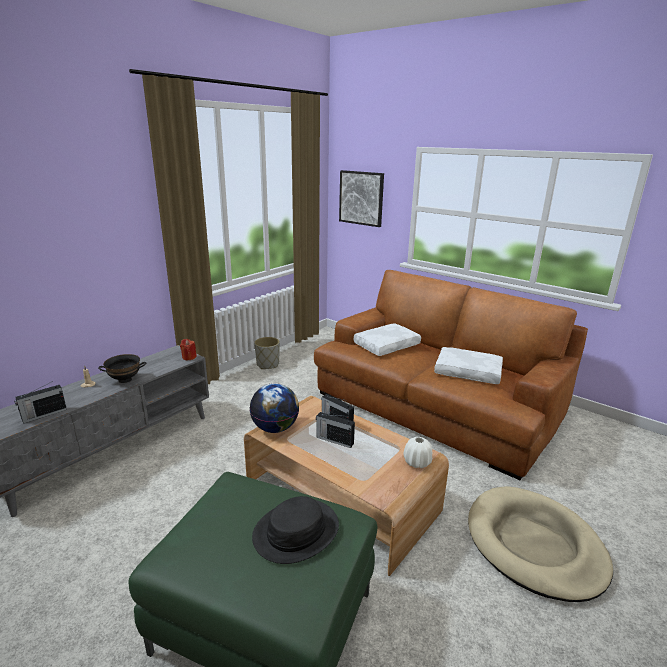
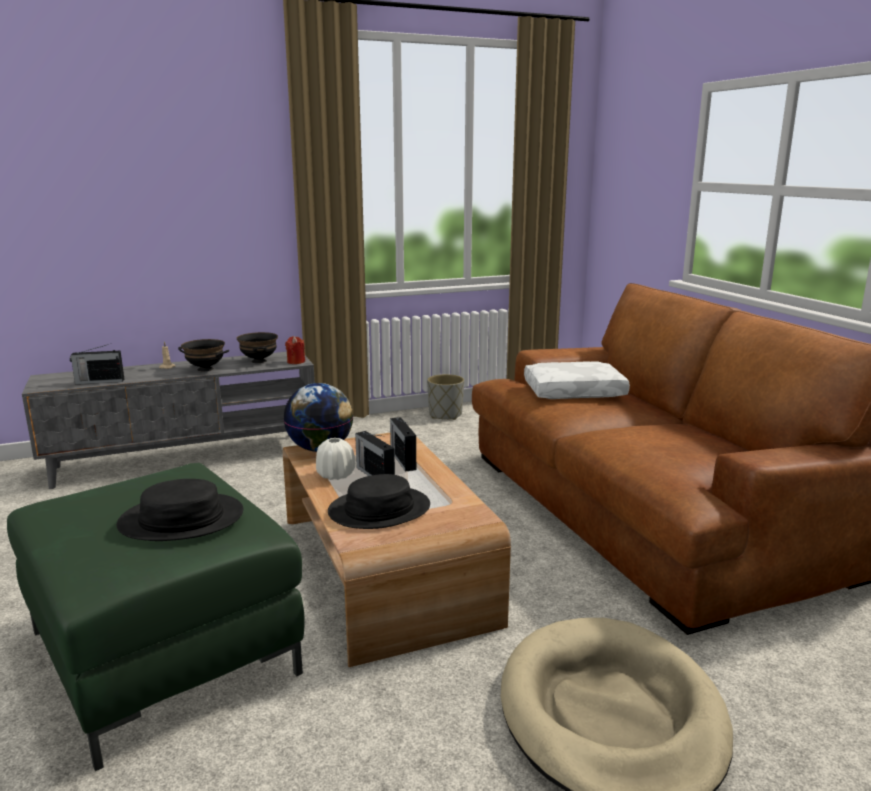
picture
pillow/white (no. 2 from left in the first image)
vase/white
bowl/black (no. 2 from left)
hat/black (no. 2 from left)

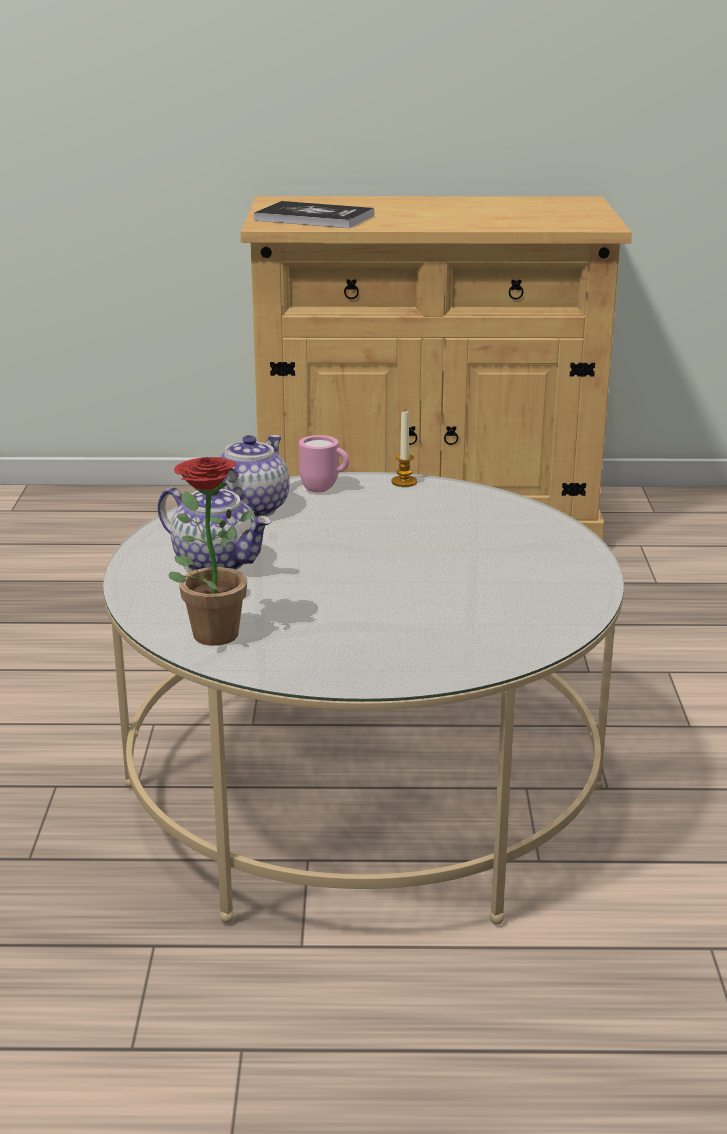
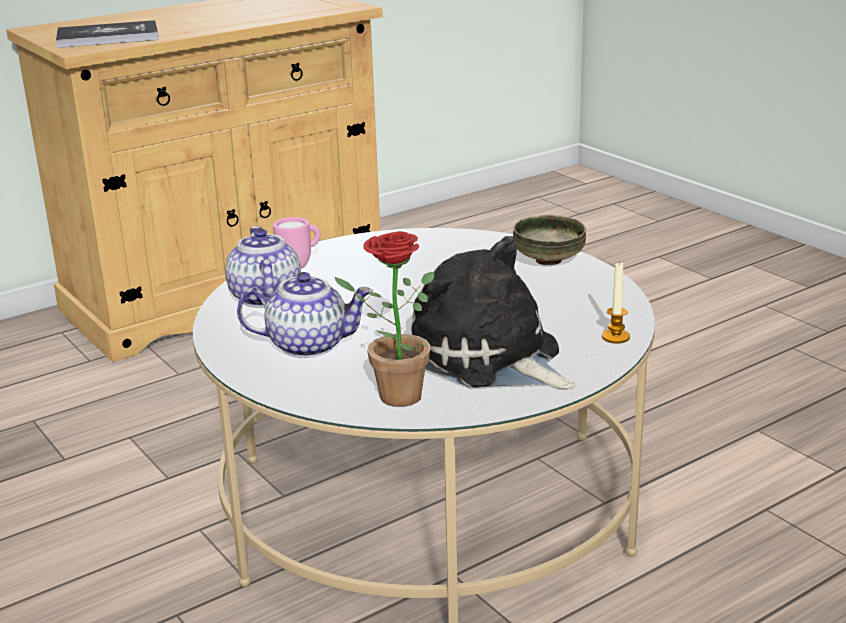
candle
bowl
plush toy

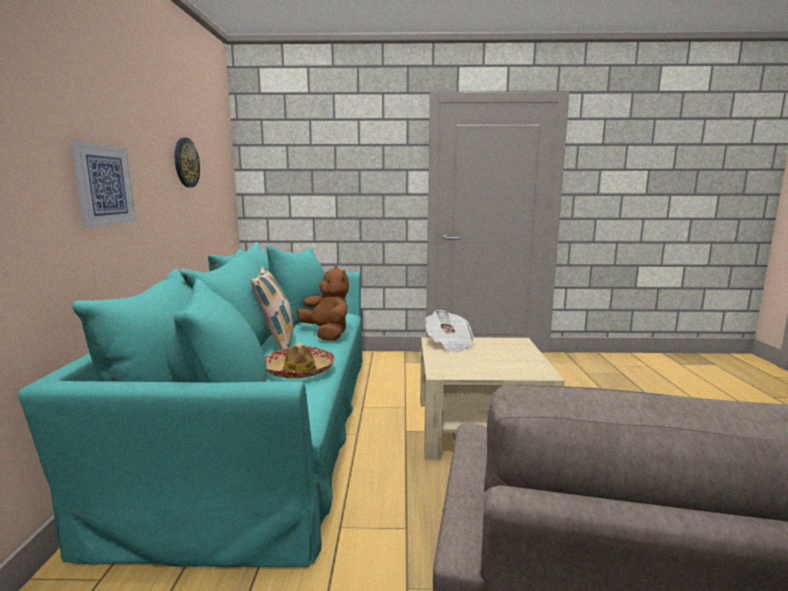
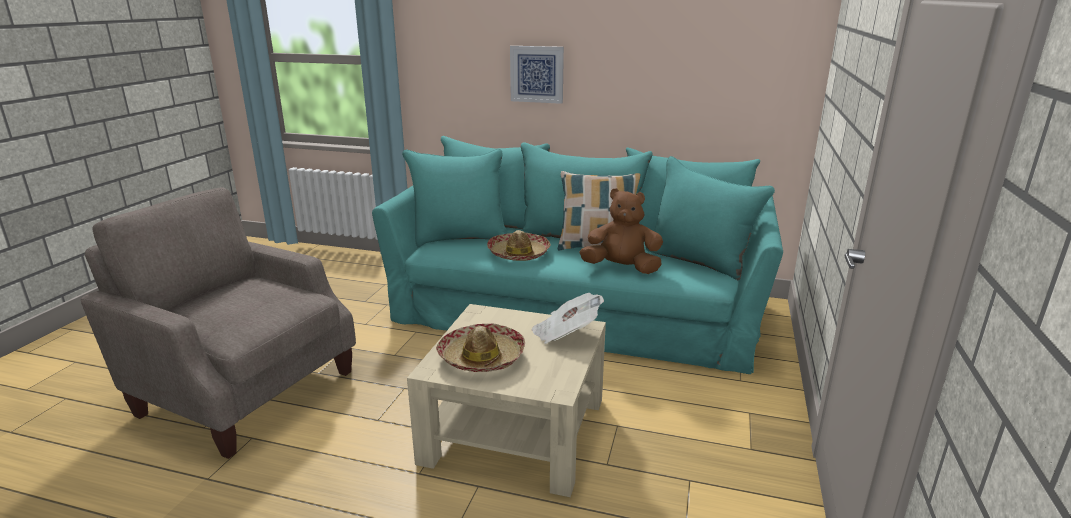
wall clock
plush toy/brown
hat (no. 1 from left)

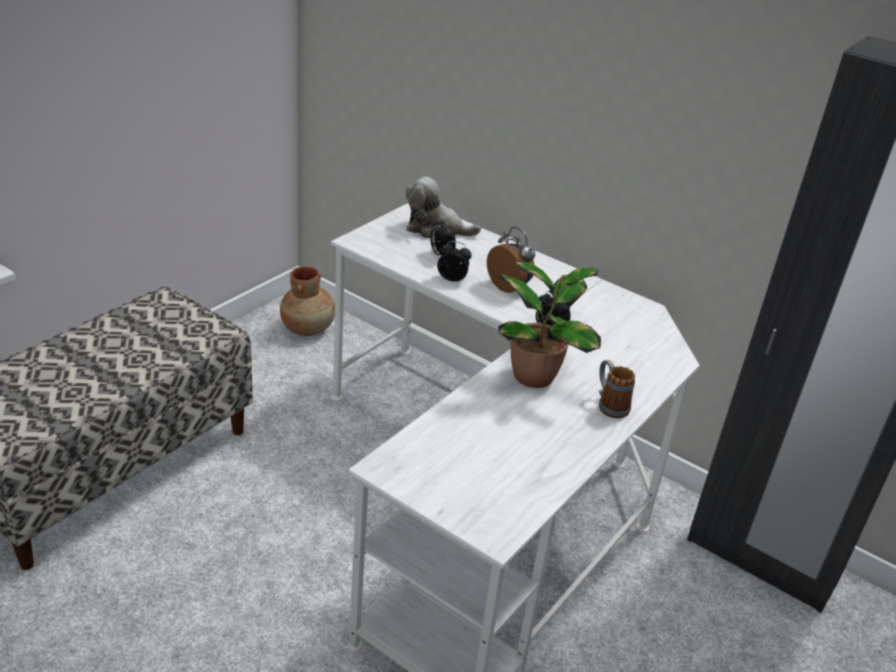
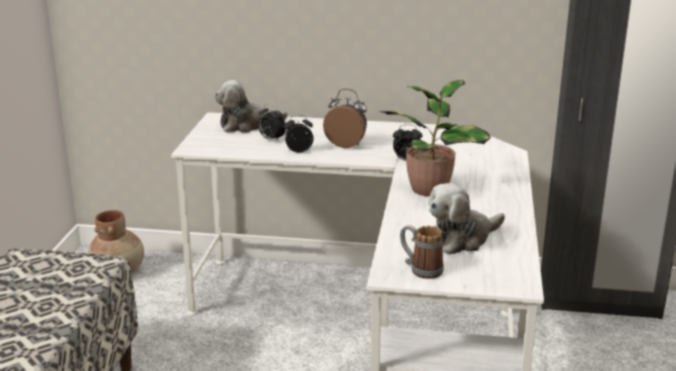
mug
plush toy (no. 2 from left)

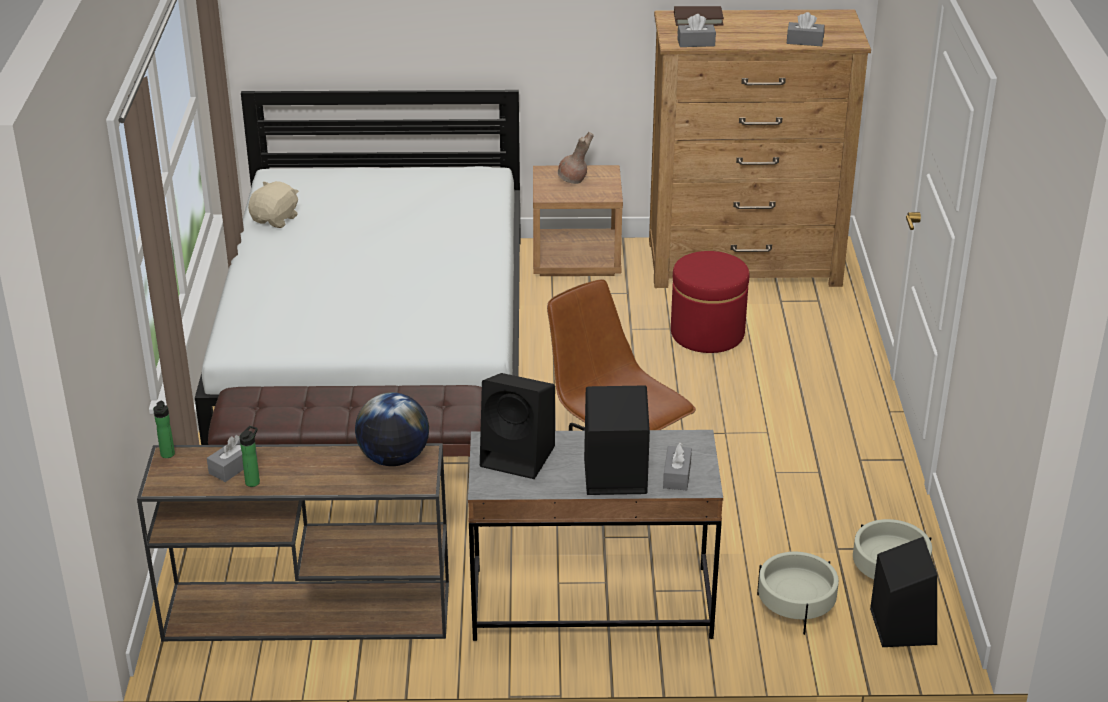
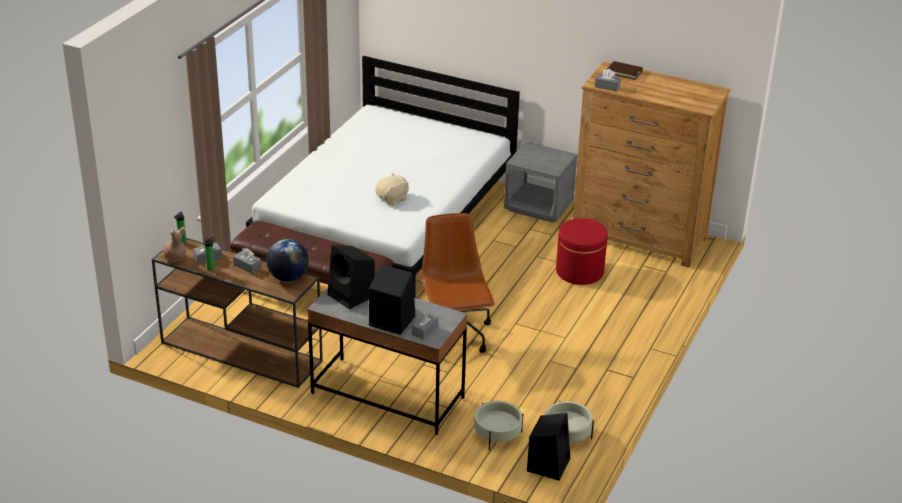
tissue box/grey (no. 2 from left)
vase/brown
nightstand/grey
plush toy/beige

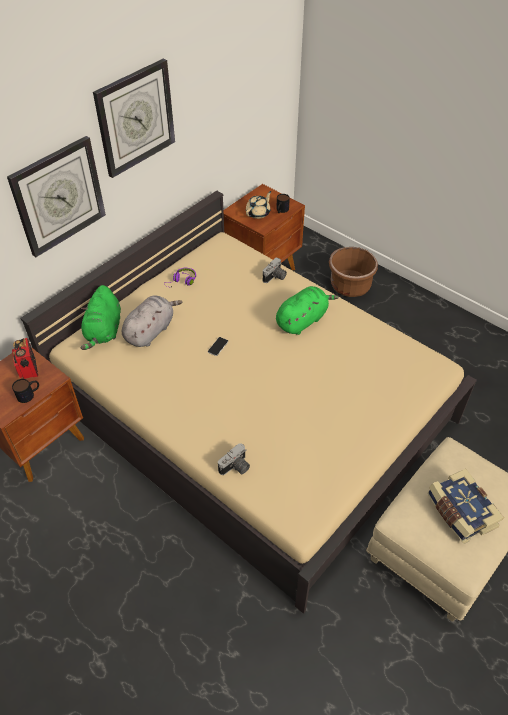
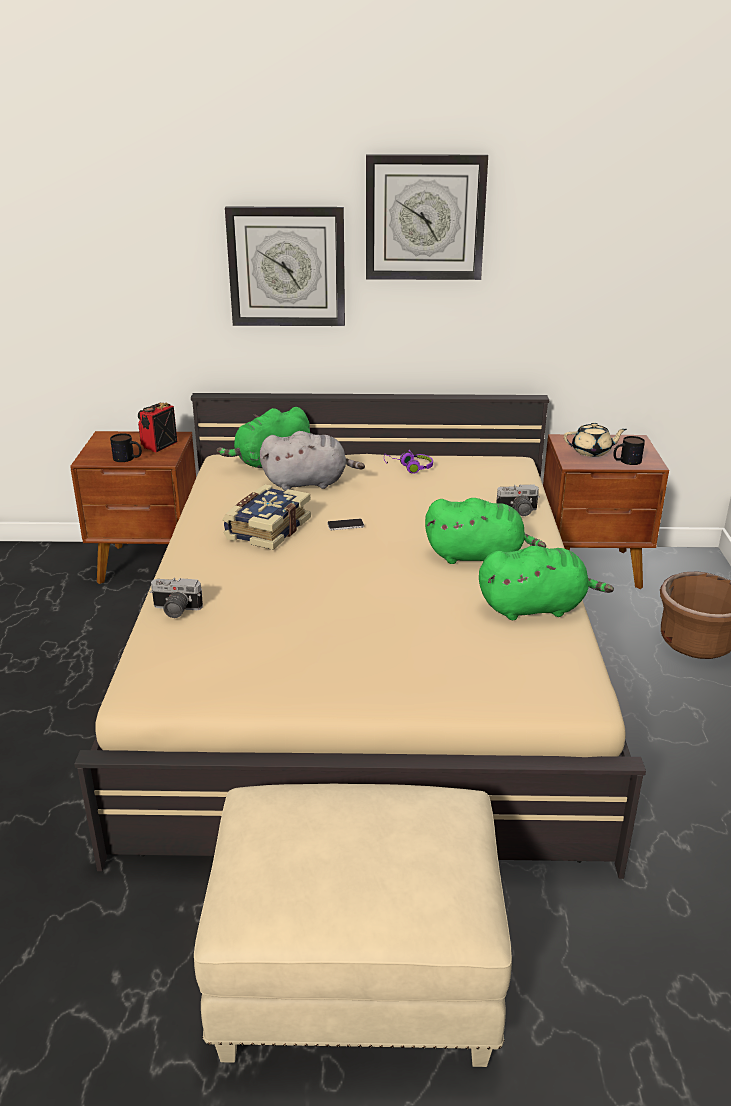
book
plush toy/green (no. 3 from left)

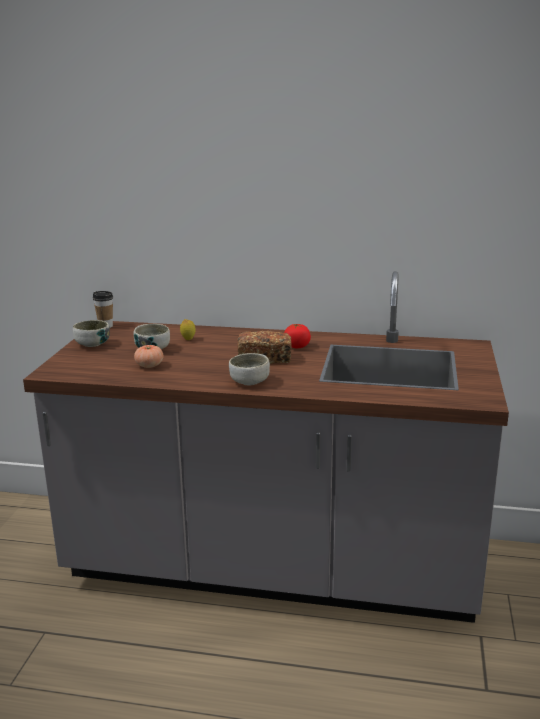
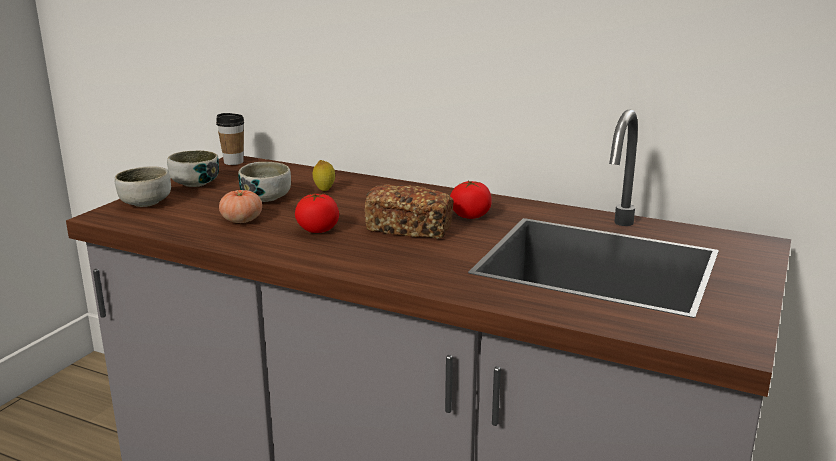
bowl (no. 1 from left)
tomato (no. 2 from left)

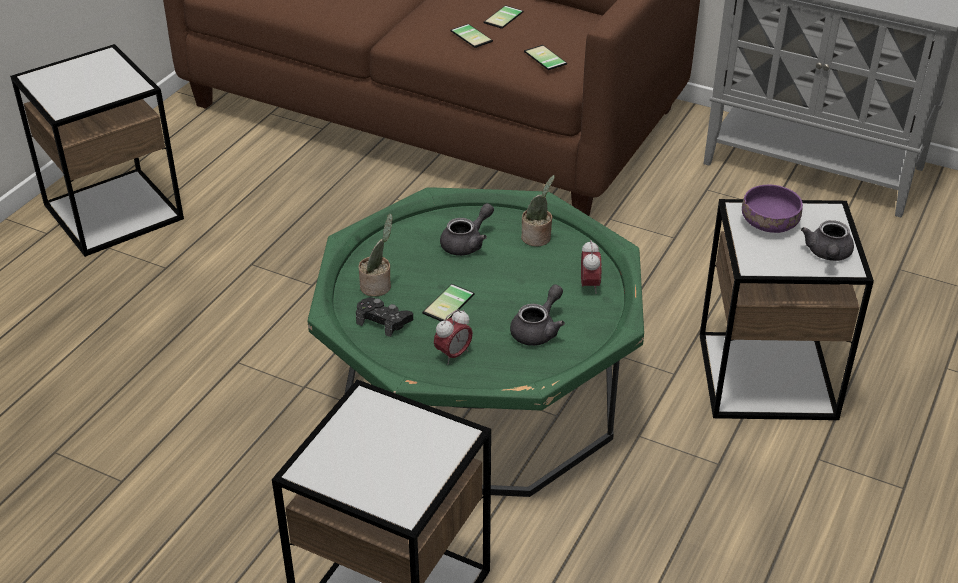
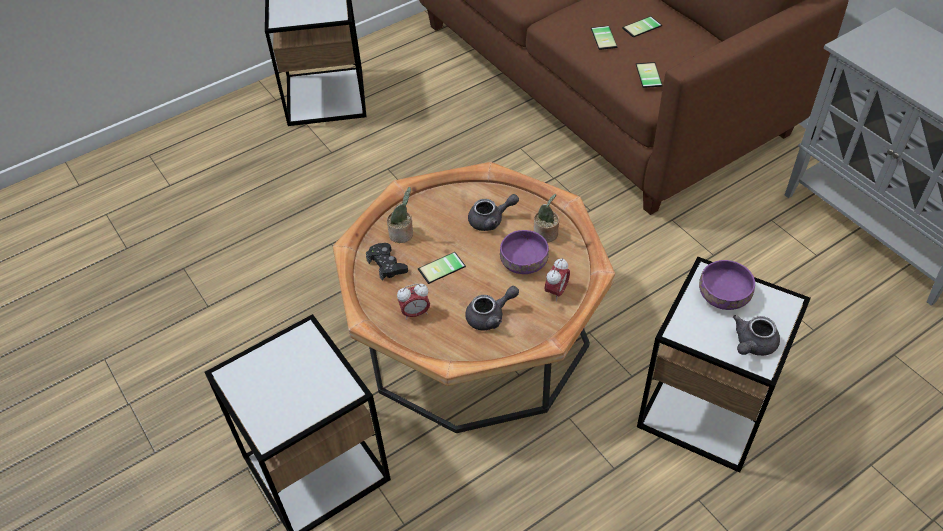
coffee table/brown
bowl/purple (no. 1 from left)

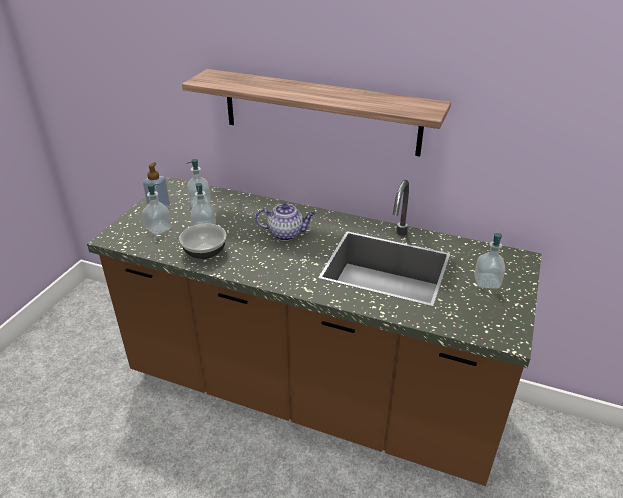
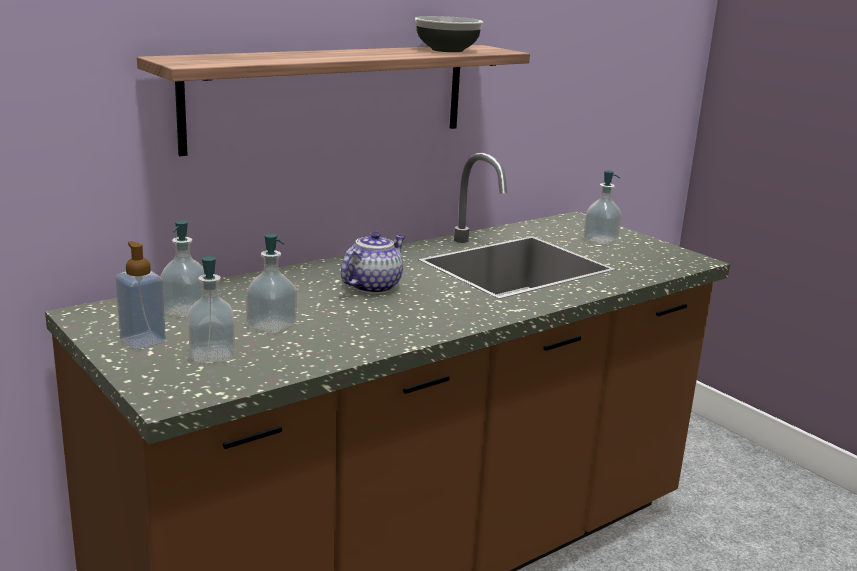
bowl

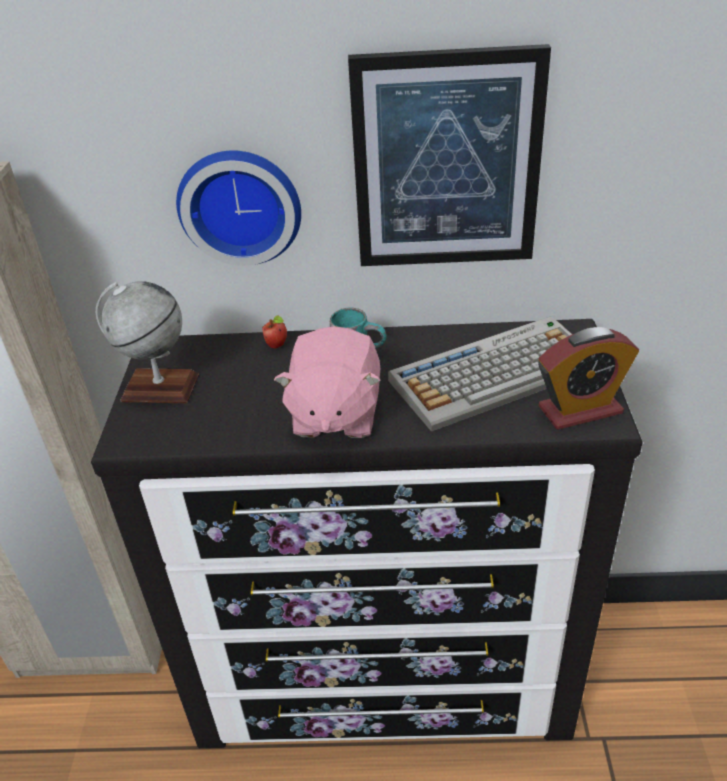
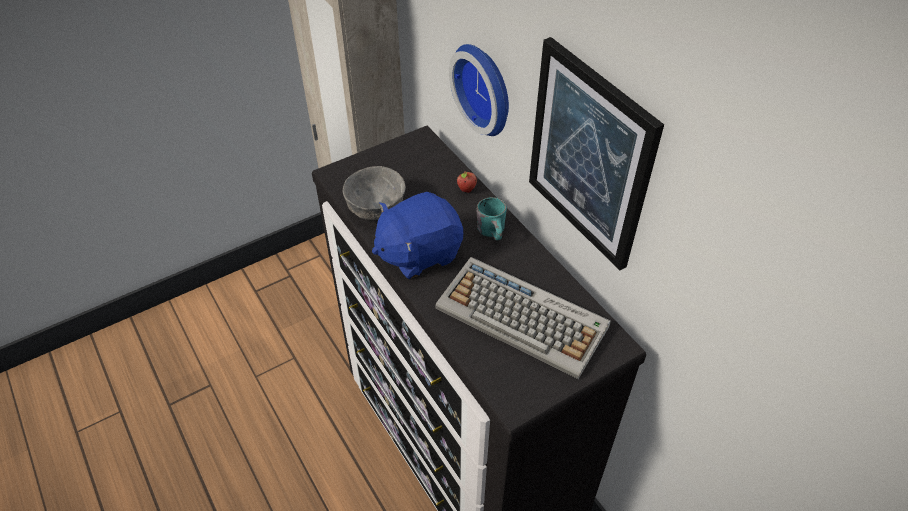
globe
plush toy/blue
alarm clock
bowl/grey

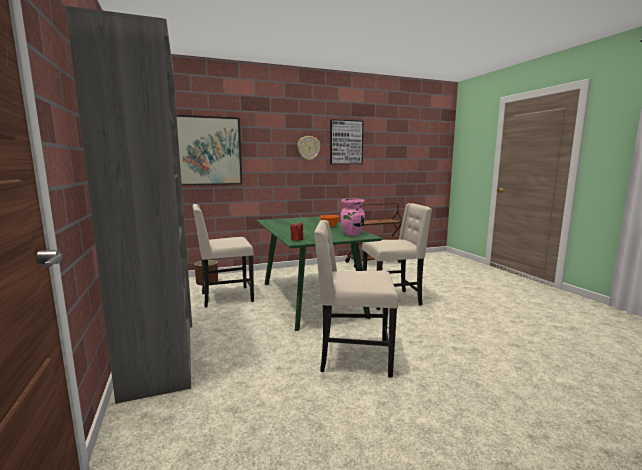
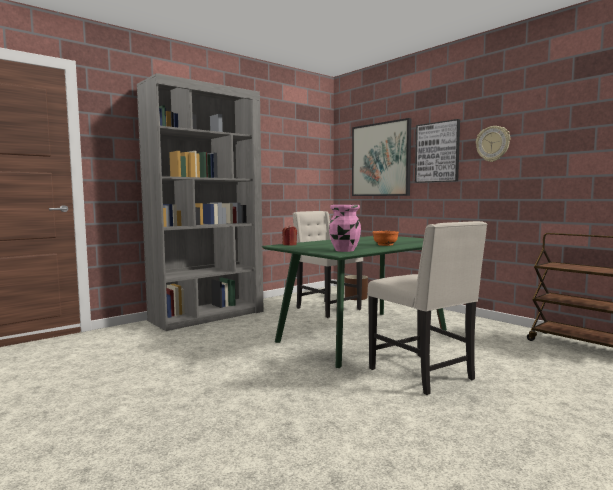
picture (no. 2 from left)
chair/beige (no. 2 from left in the first image)

